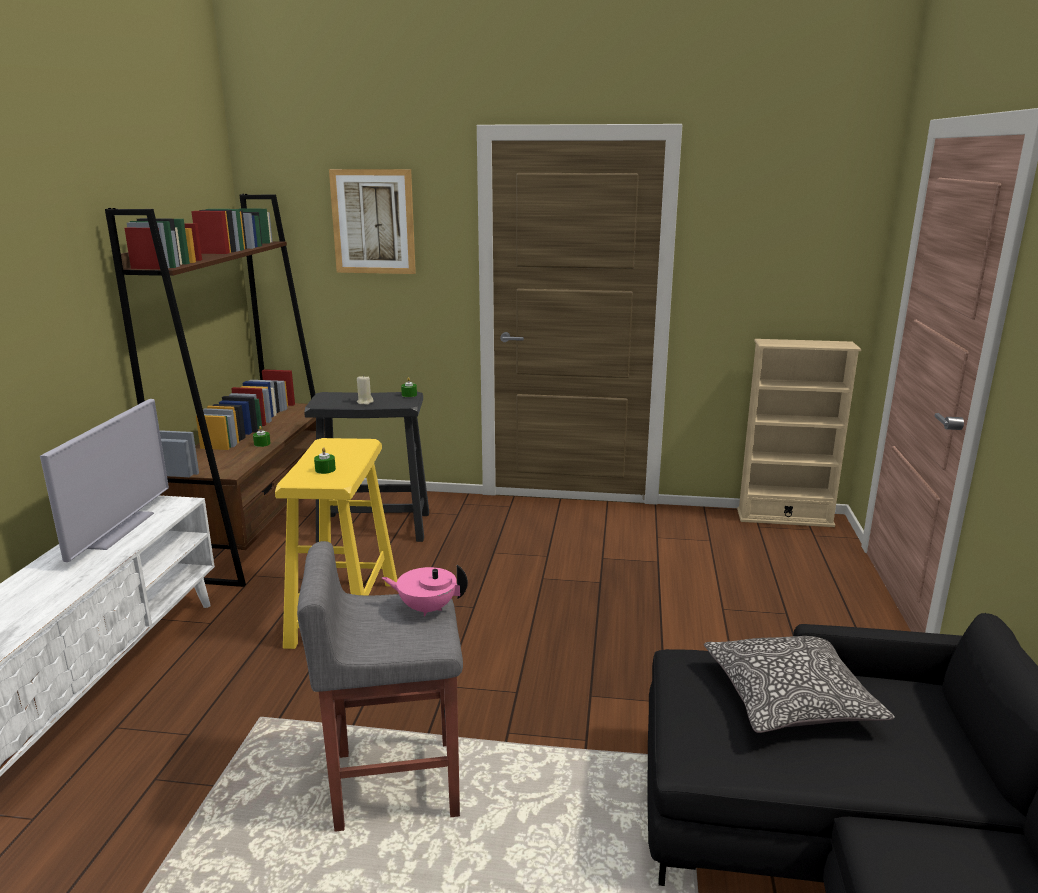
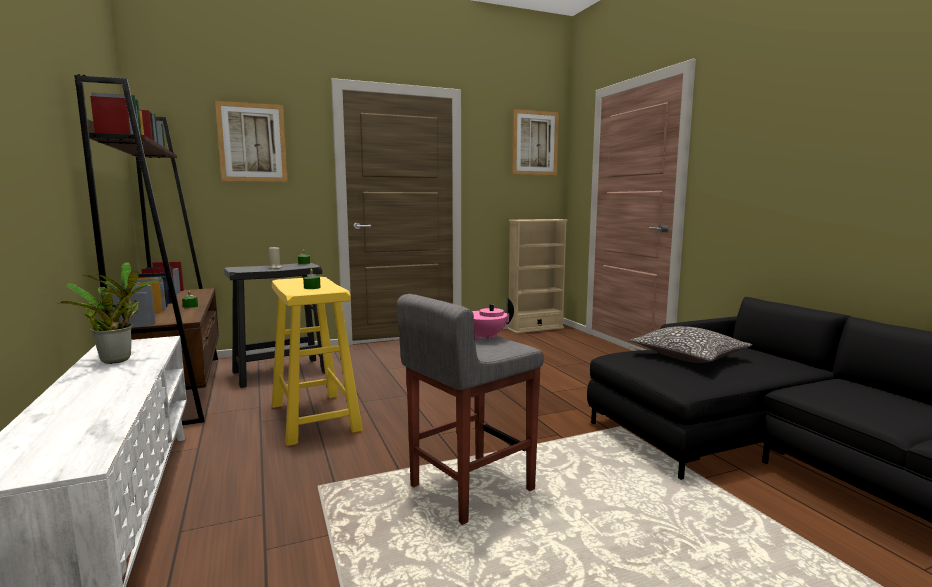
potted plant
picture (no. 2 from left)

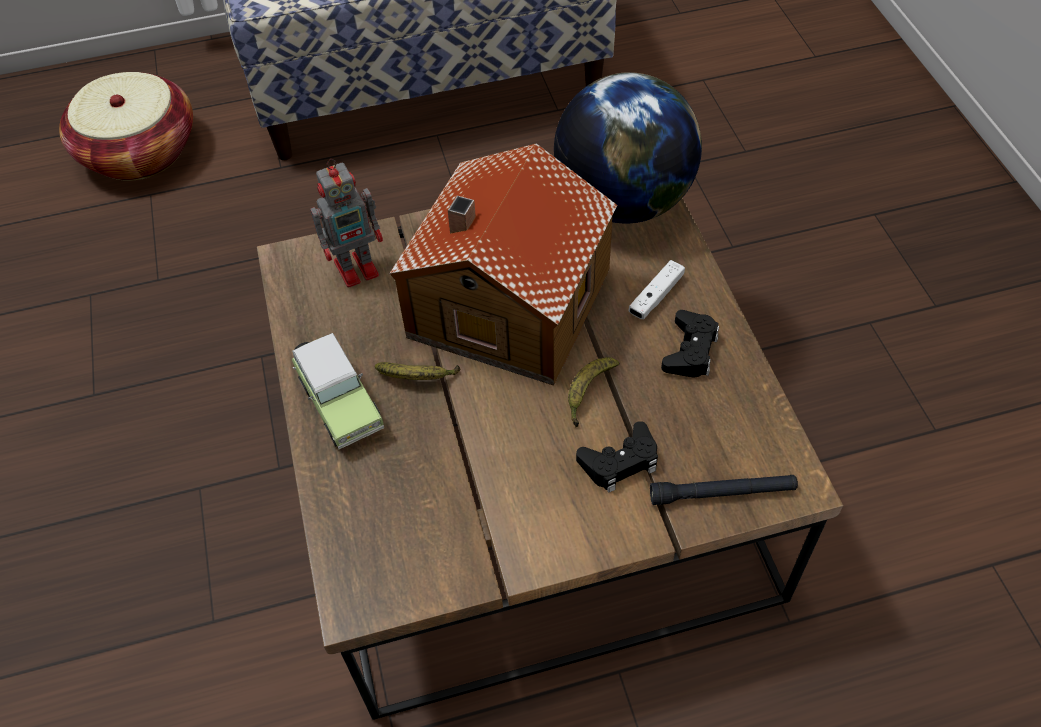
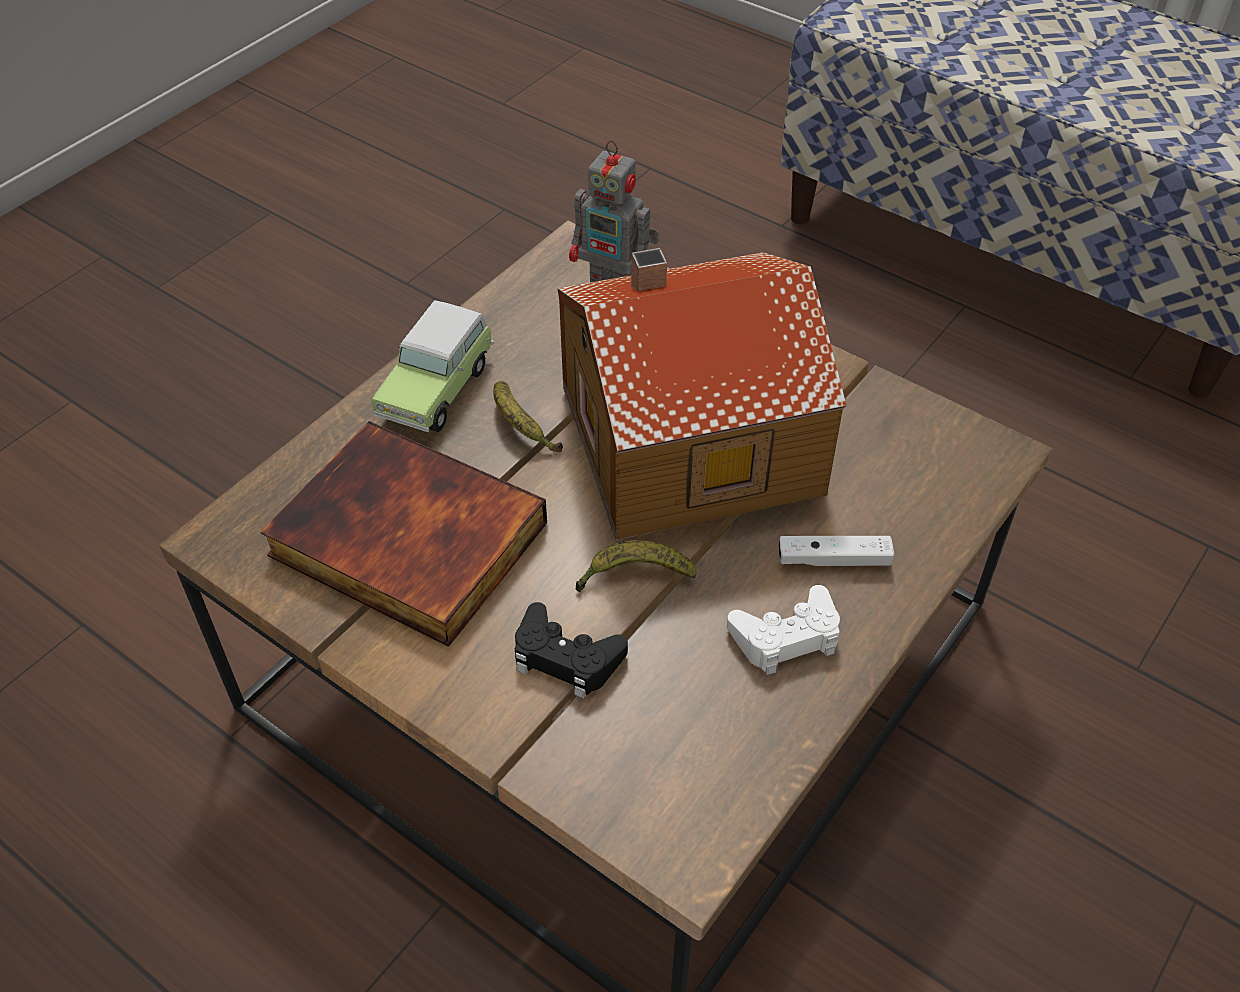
basket
globe
game controller/white (no. 1 from left)
flashlight/black
book

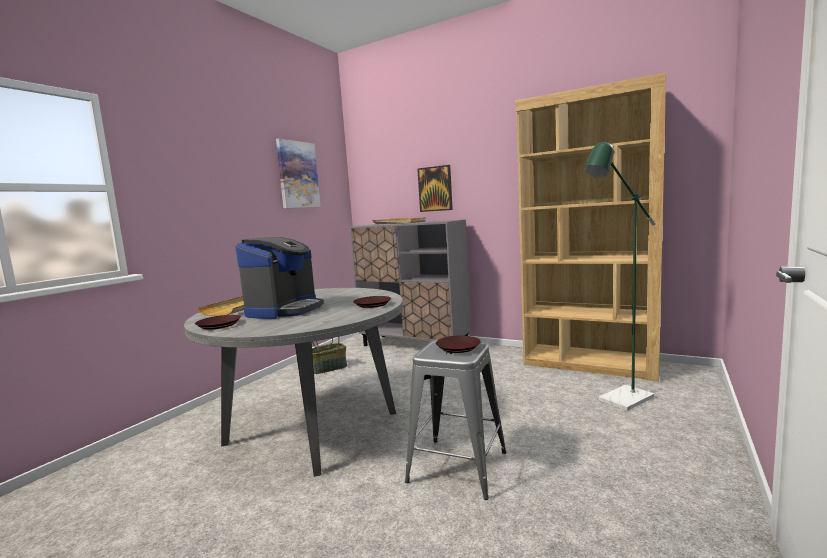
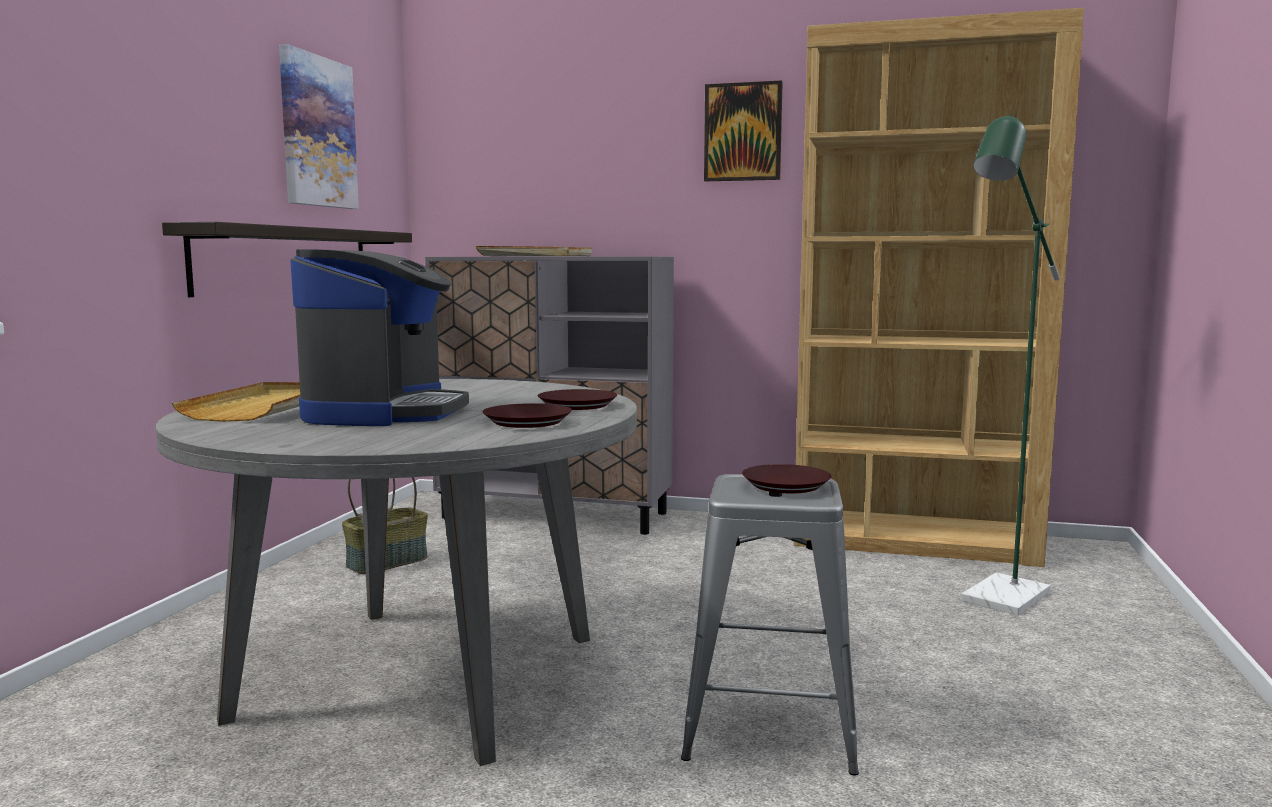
picture (no. 2 from left)
plate/brown (no. 1 from left)
shelf

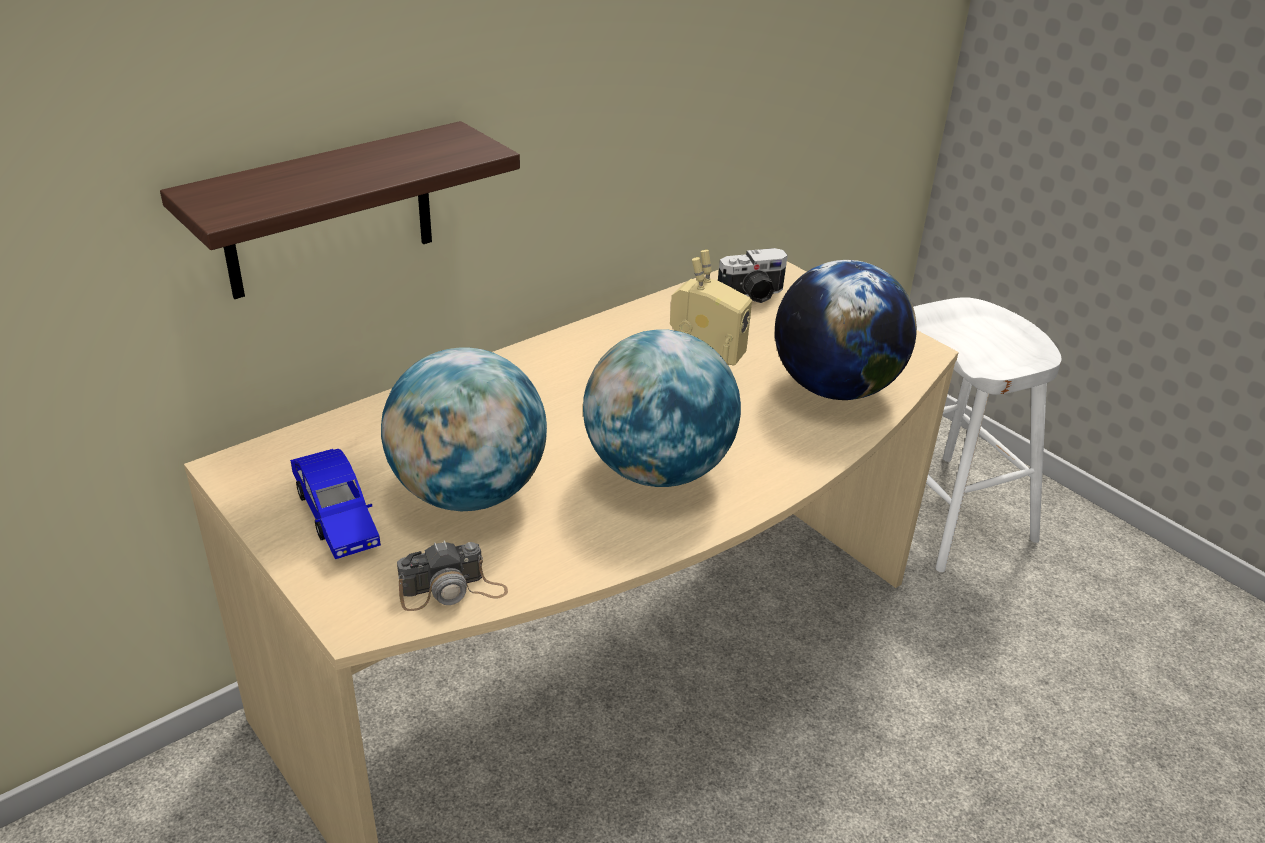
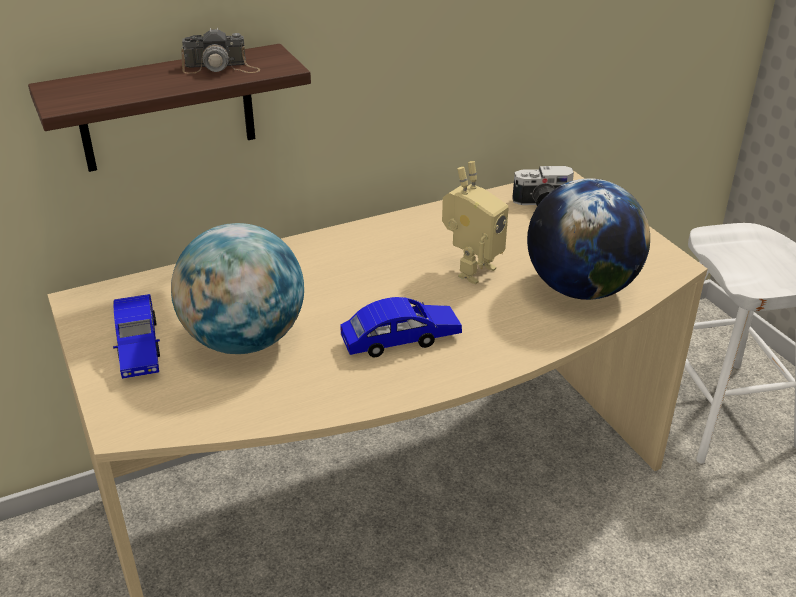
toy car/blue (no. 2 from left)
photo camera (no. 1 from left)

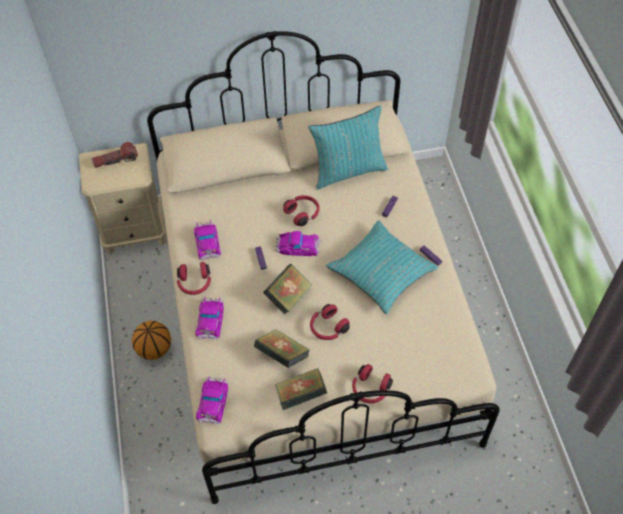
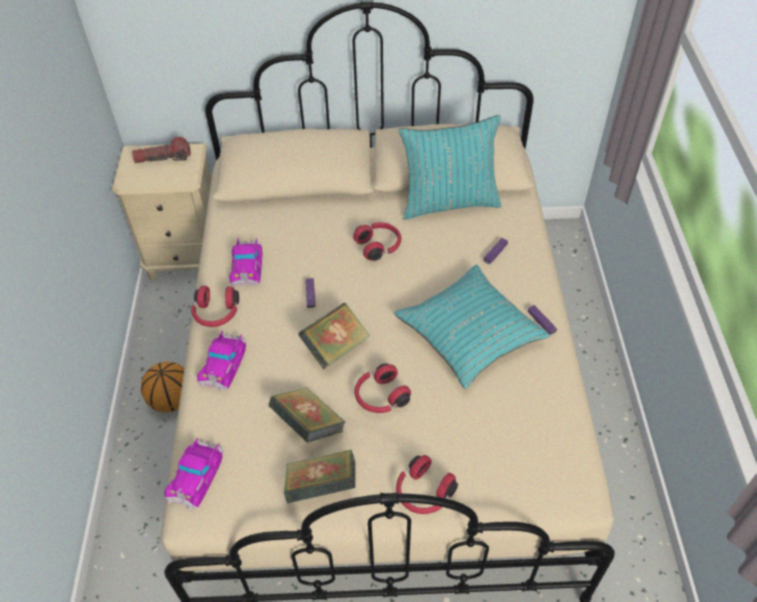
toy car (no. 4 from left in the first image)

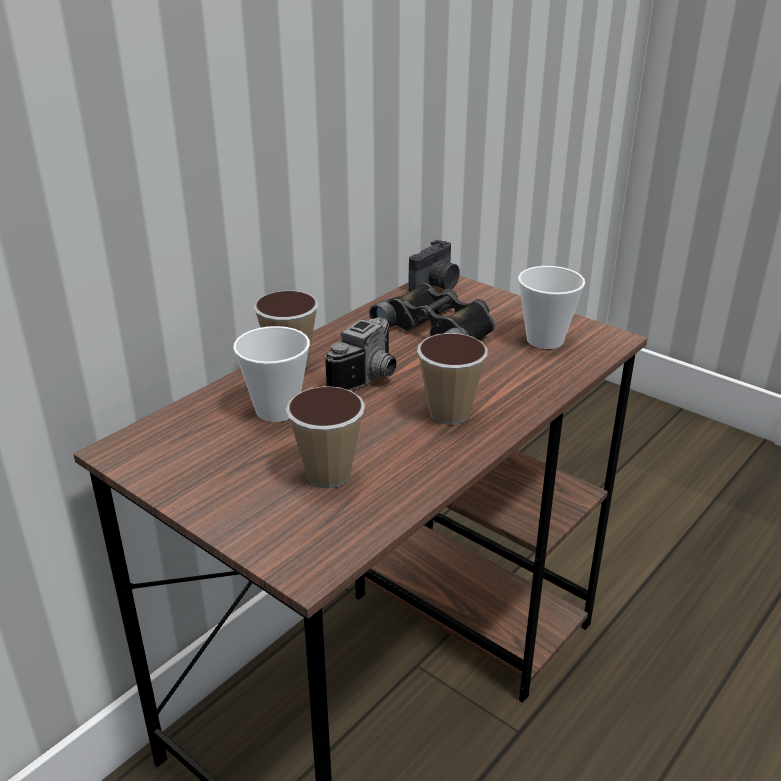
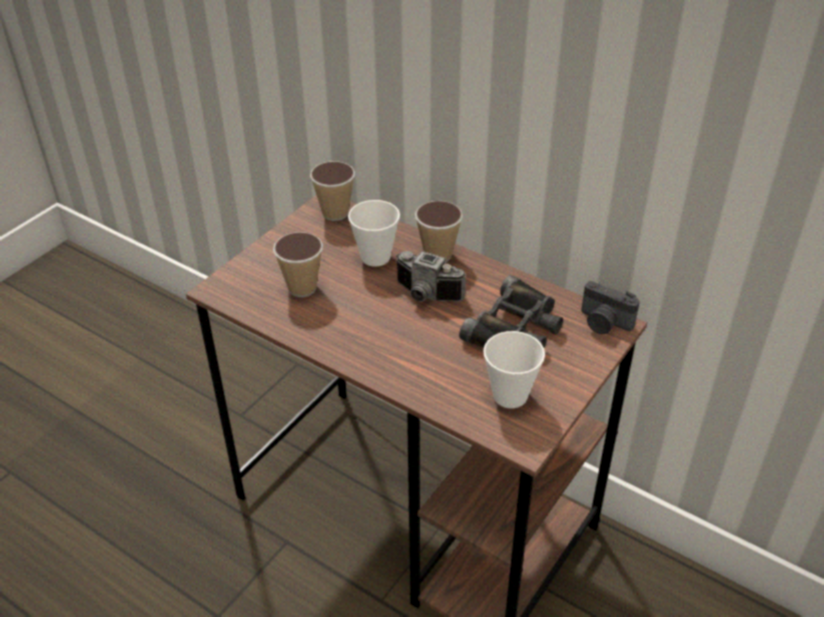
cup (no. 2 from left)

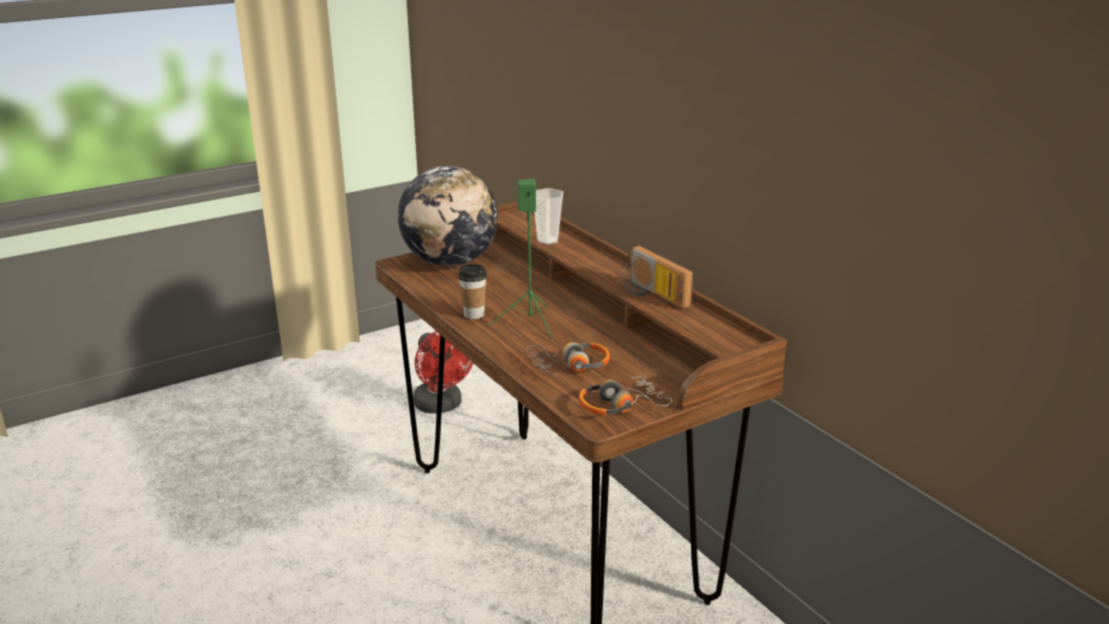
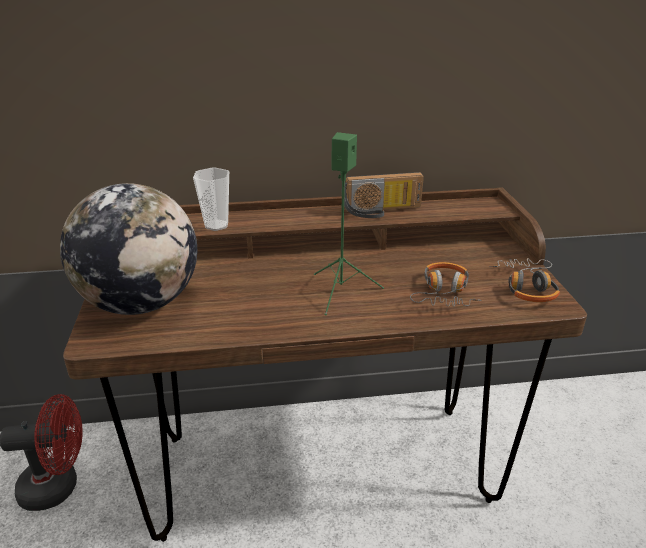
cup (no. 1 from left in the first image)

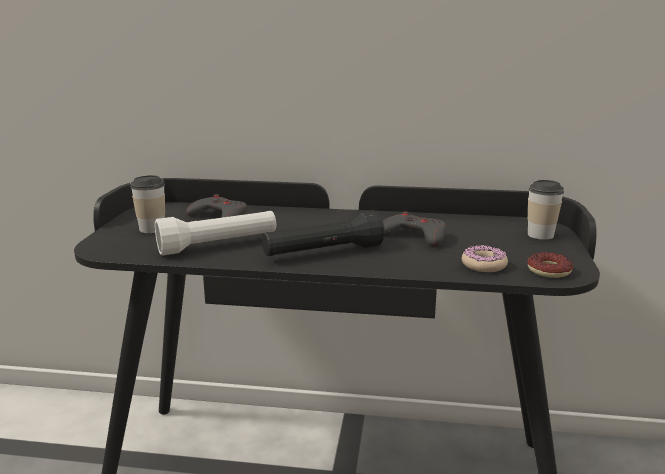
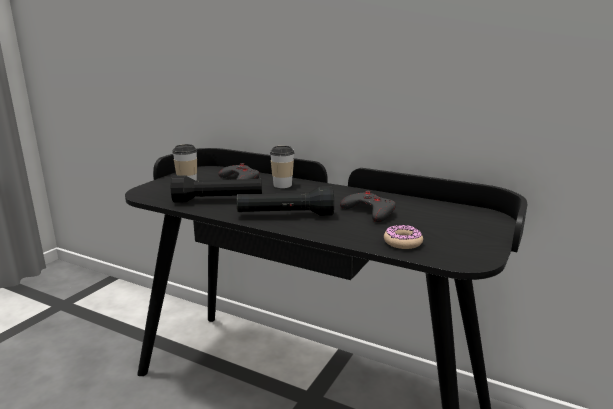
cup (no. 2 from left)
flashlight/black (no. 1 from left)
donut (no. 2 from left in the first image)

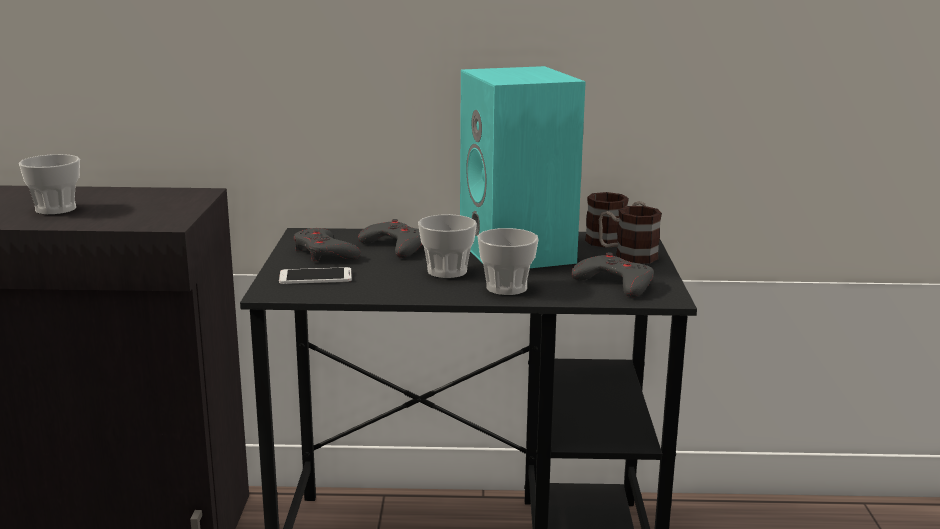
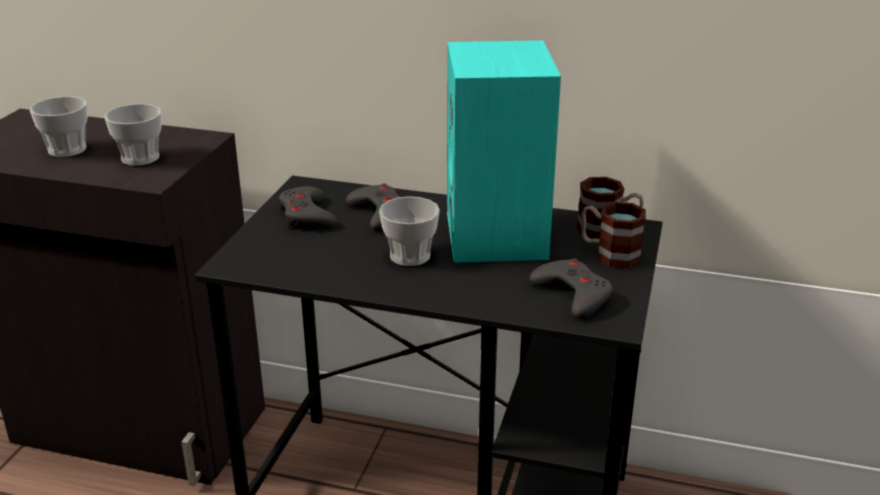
cup (no. 2 from left)
phone

